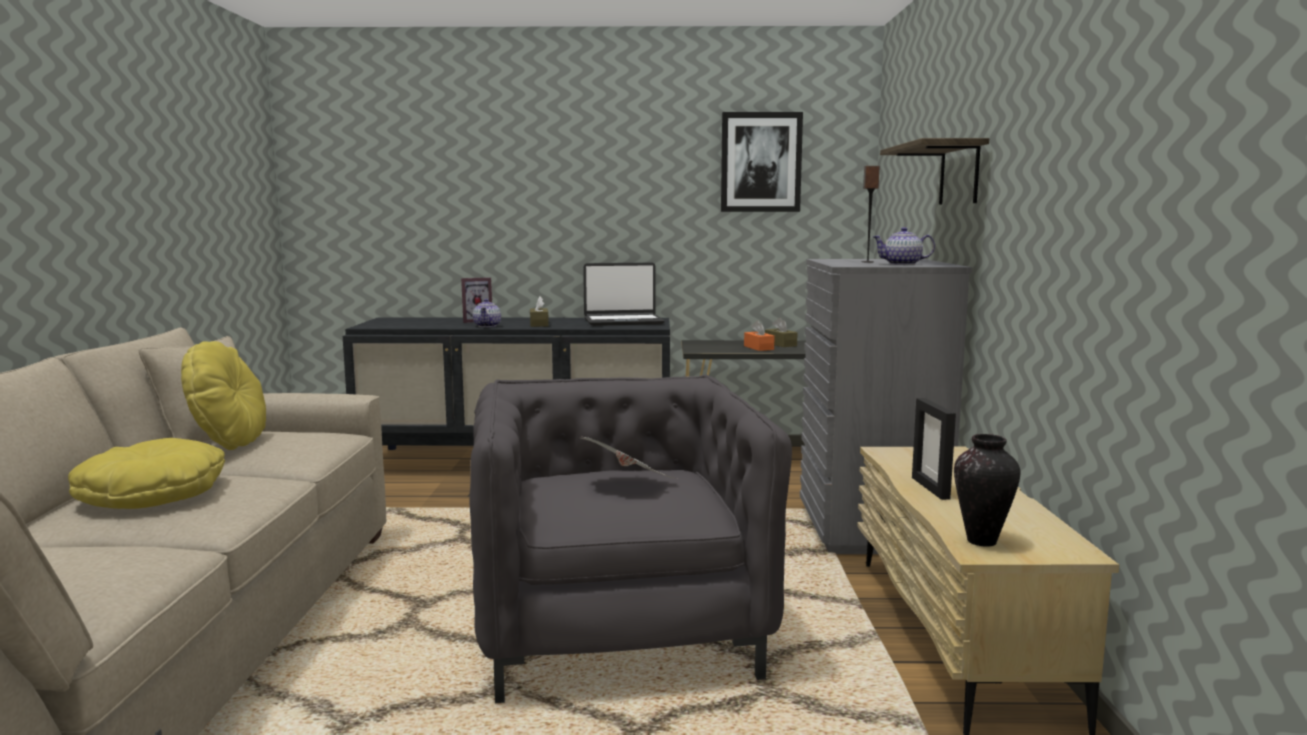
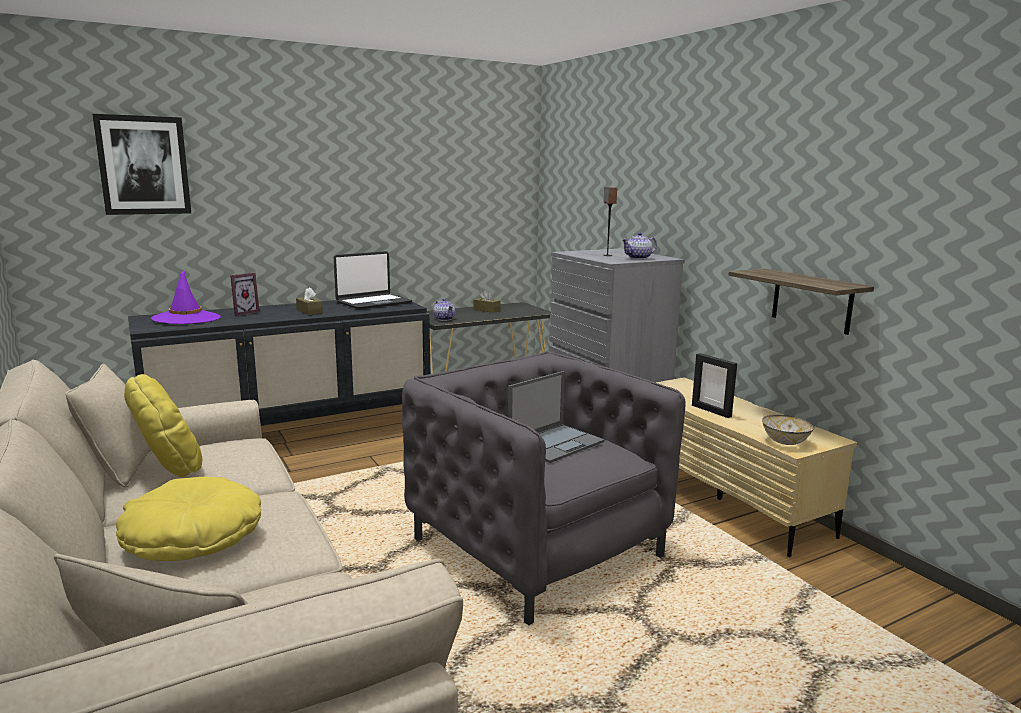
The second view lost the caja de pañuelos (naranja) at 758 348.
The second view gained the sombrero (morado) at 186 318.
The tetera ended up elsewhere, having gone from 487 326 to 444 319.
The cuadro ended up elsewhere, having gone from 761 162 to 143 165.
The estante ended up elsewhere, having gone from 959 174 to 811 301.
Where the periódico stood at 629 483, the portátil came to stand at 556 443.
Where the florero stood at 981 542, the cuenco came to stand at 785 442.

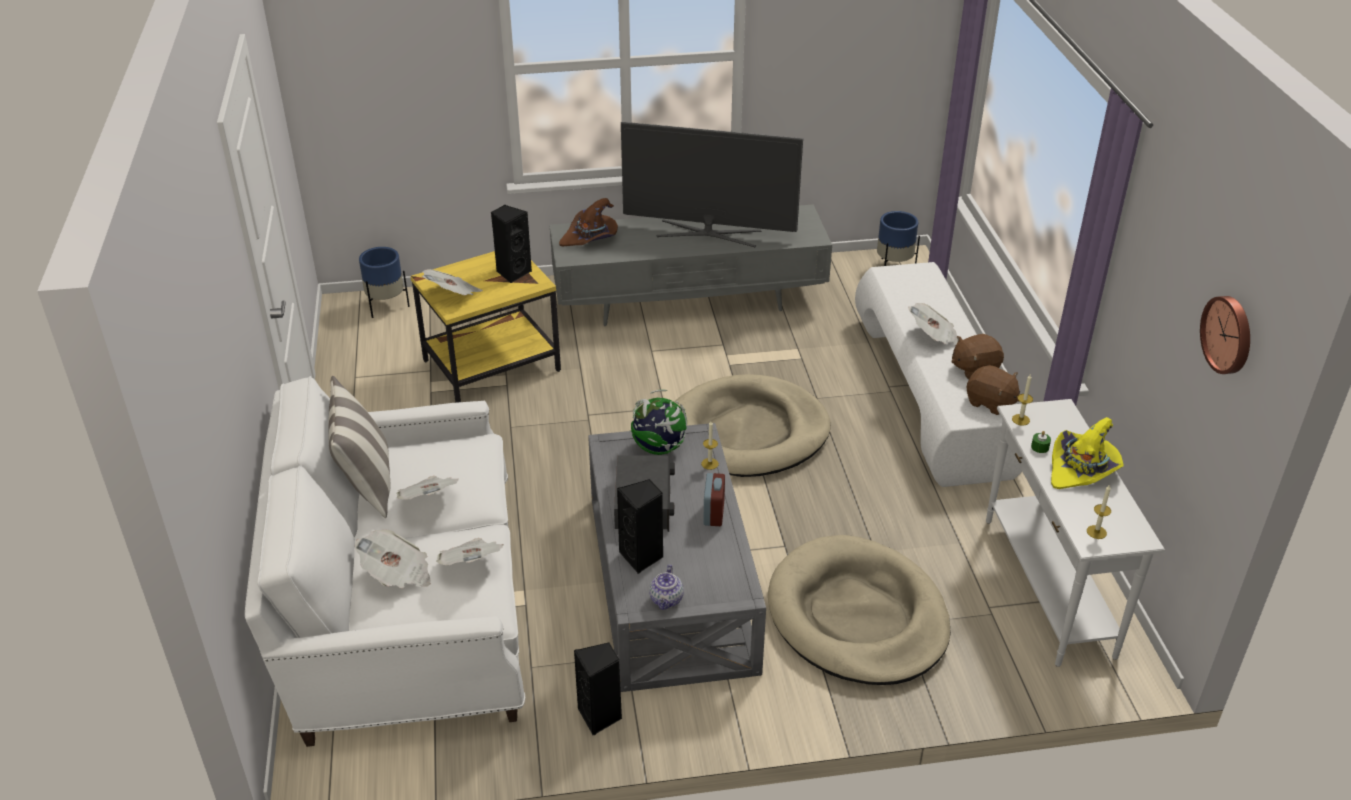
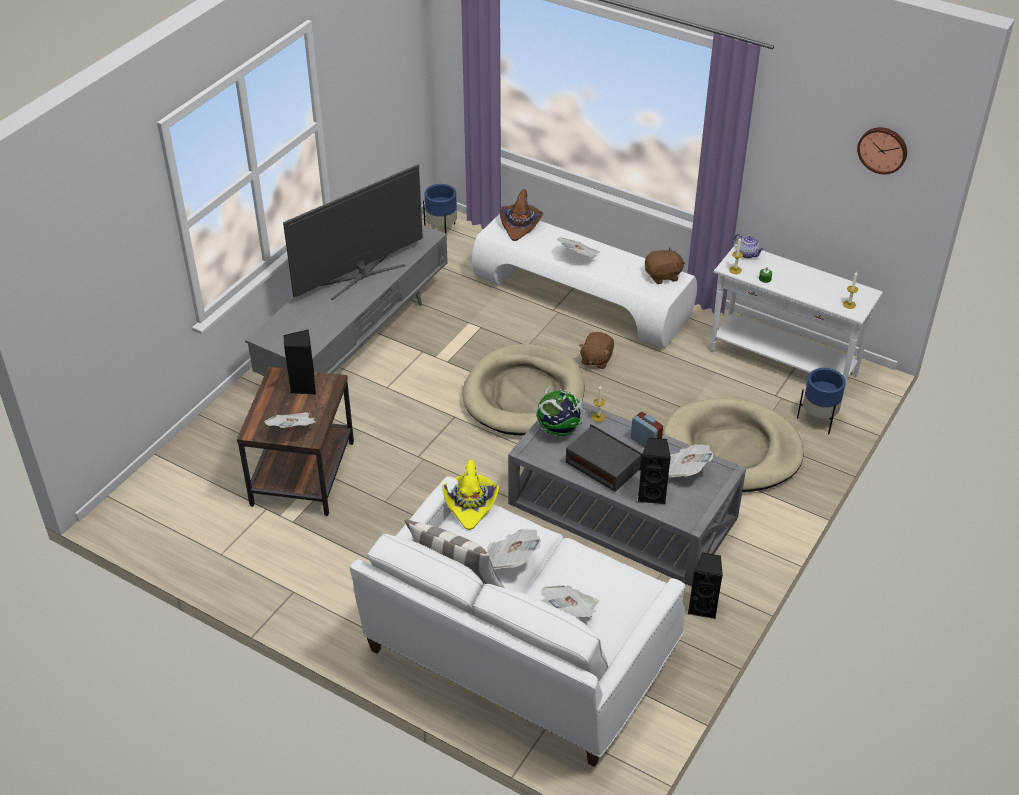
The maceta (azul) ended up elsewhere, having gone from 387 306 to 818 420.
The periódico ended up elsewhere, having gone from 471 564 to 683 470.
The sombrero (marrón) ended up elsewhere, having gone from 590 237 to 520 225.
The tetera ended up elsewhere, having gone from 666 600 to 748 254.
The peluche (marrón) ended up elsewhere, having gone from 974 369 to 596 359.
The sombrero (amarillo) ended up elsewhere, having gone from 1082 469 to 471 503.
What was the mesa auxiliar (amarillo) at 492 367 turned into the mesa auxiliar (marrón) at 304 474.

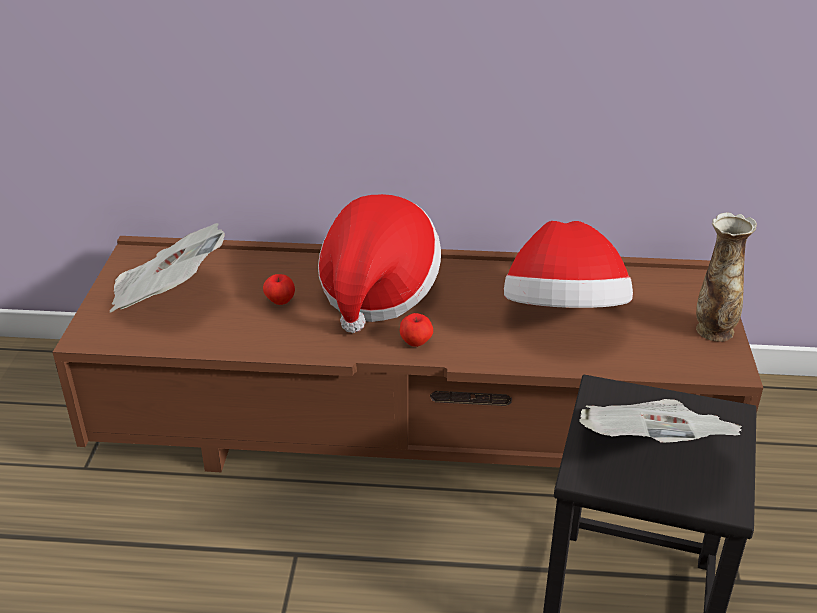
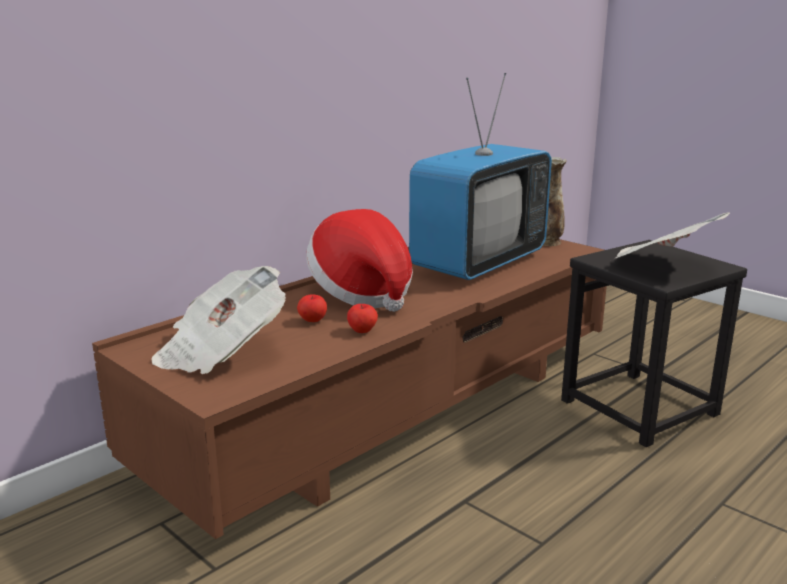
The manzana ended up elsewhere, having gone from 416 342 to 362 330.
Where the sombrero stood at 563 316, the televisor came to stand at 478 263.

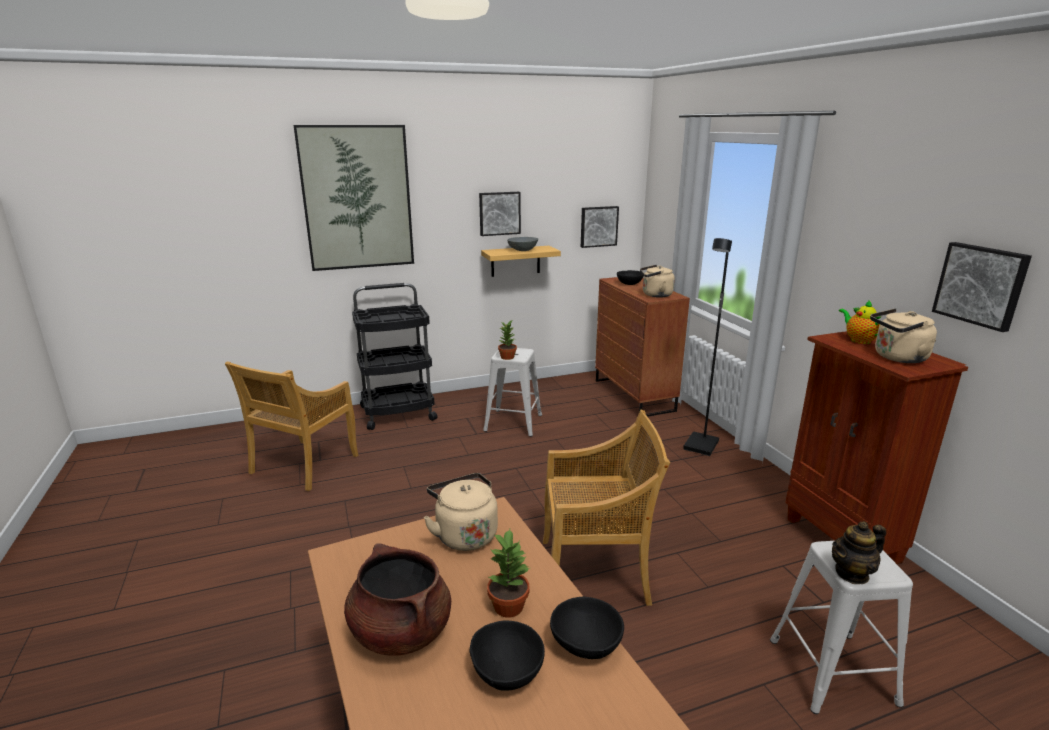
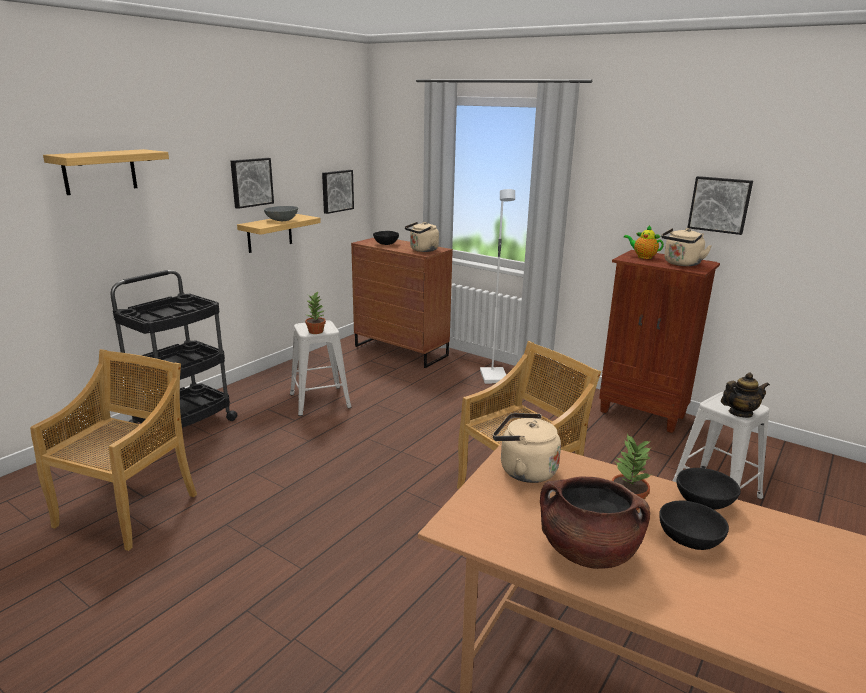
Where the cuadro hung at 357 198, the estante came to hang at 99 171.
What was the lámpara de pie (negro) at 702 446 turned into the lámpara de pie (blanco) at 494 377.
The silla (beis) at 303 465 ended up facing another way, 150 degrees counterclockwise from before.
The tetera at 852 573 ended up facing another way, 135 degrees counterclockwise from before.

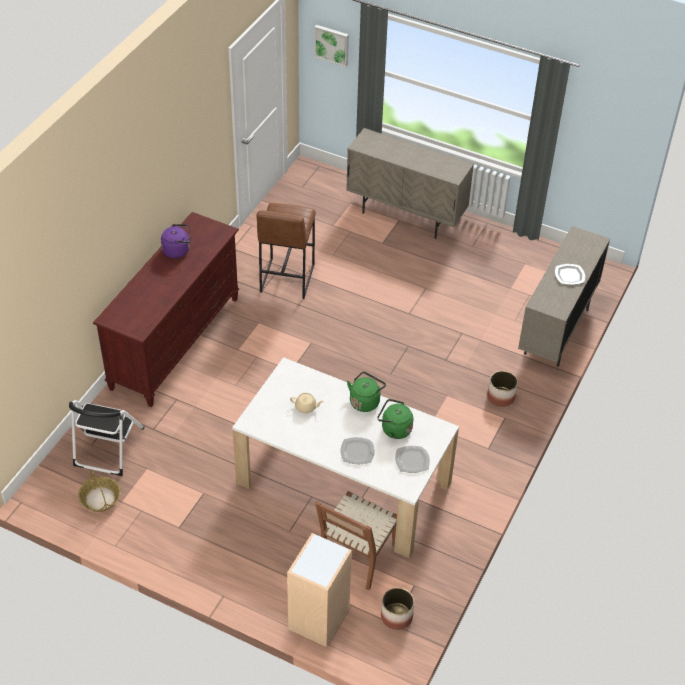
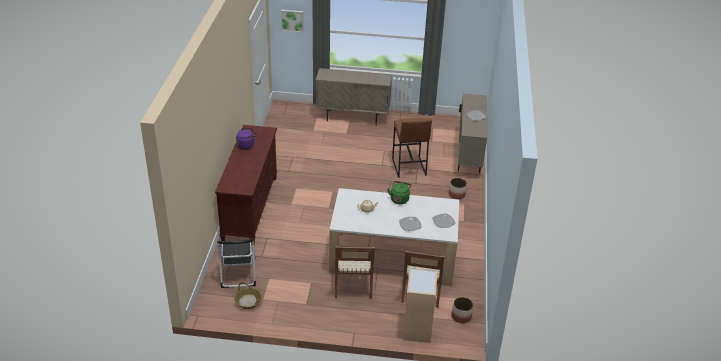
The second view lost the hervidor (verde) at 394 429.
The second view gained the silla at 353 286.
The taburete (marrón) ended up elsewhere, having gone from 287 279 to 409 167.

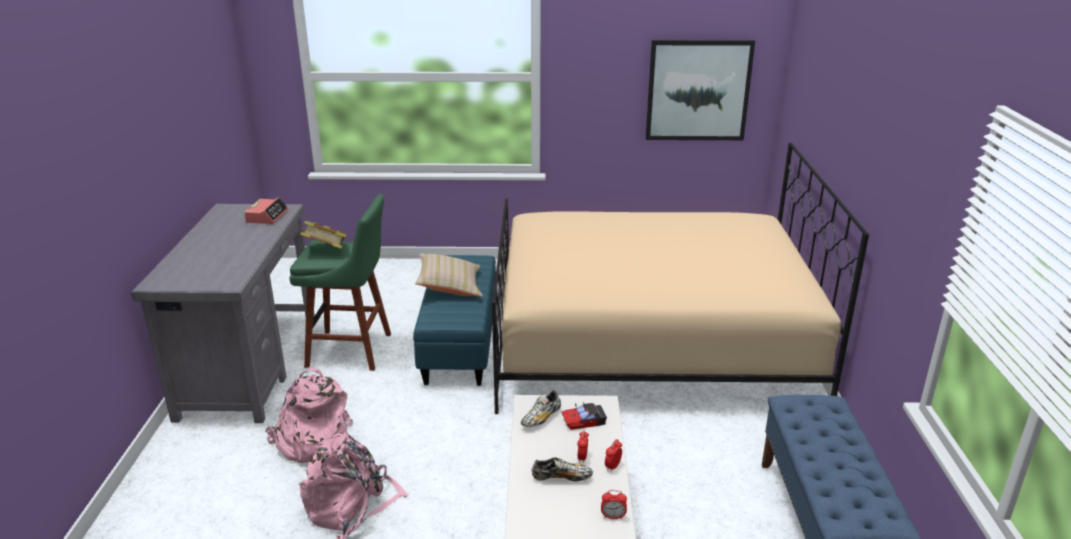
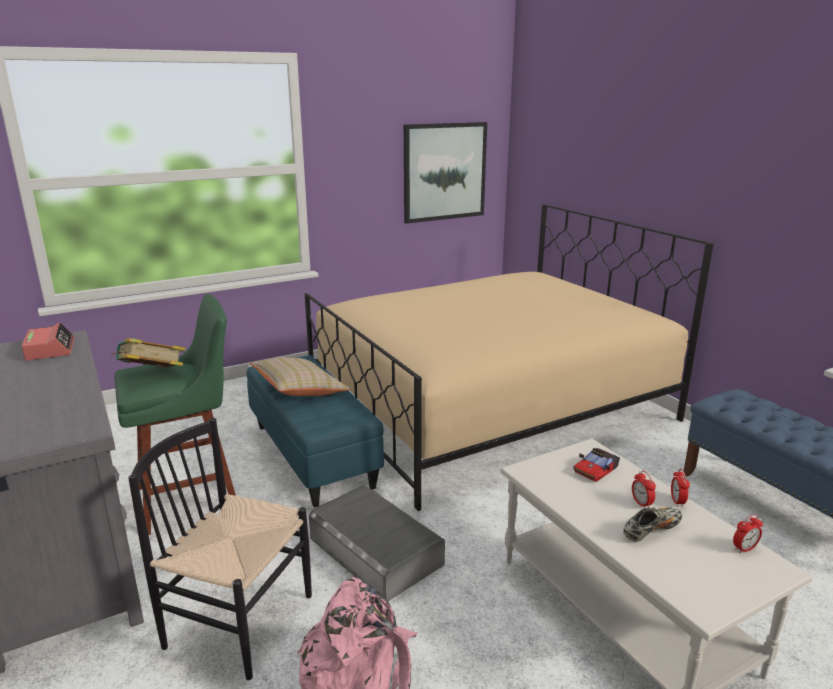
The second view lost the zapato at 541 418.
The second view gained the caja de almacenaje (gris) at 375 550.
Where the mochila (rosa) stood at 312 441, the silla (negro) came to stand at 234 619.

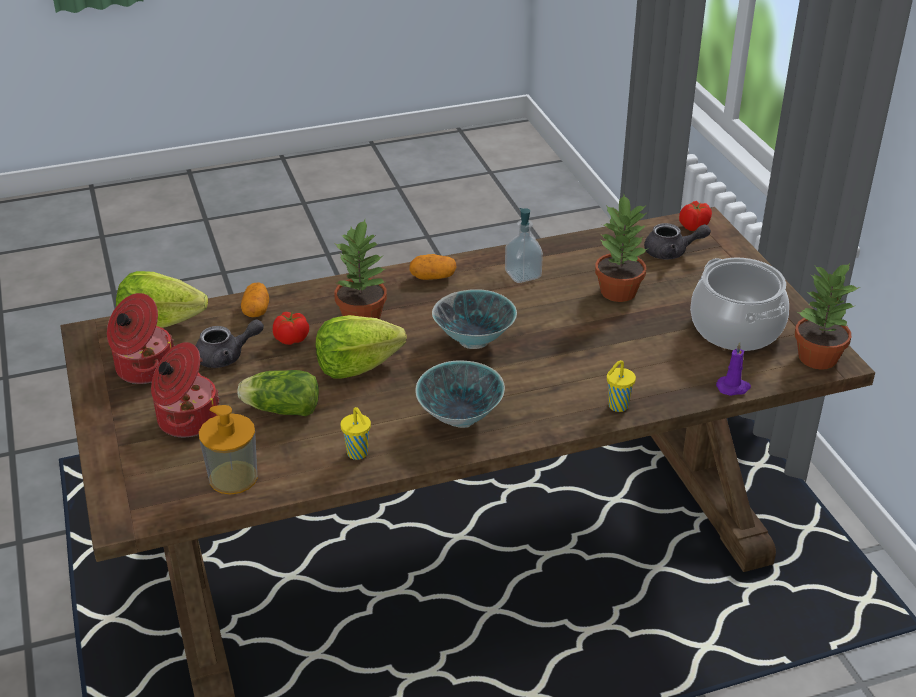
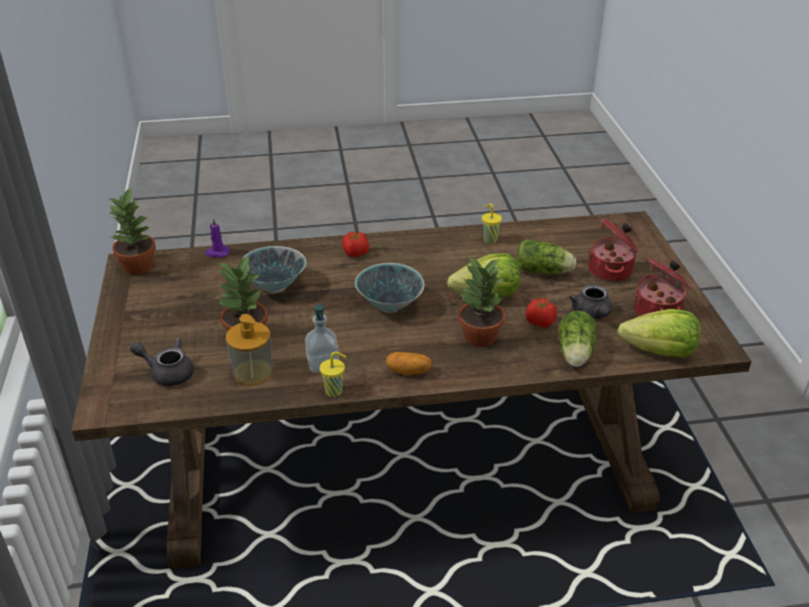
The second view lost the olla at 736 328.
The dispensador de jabón ended up elsewhere, having gone from 233 477 to 253 372.
The cuenco ended up elsewhere, having gone from 460 417 to 274 287.
The taza (amarillo) ended up elsewhere, having gone from 617 406 to 335 391.
The tomate ended up elsewhere, having gone from 693 227 to 356 253.
Where the patata stood at 256 310, the lechuga came to stand at 575 354.
The tetera (gris) at 227 356 ended up facing another way, 90 degrees counterclockwise from before.

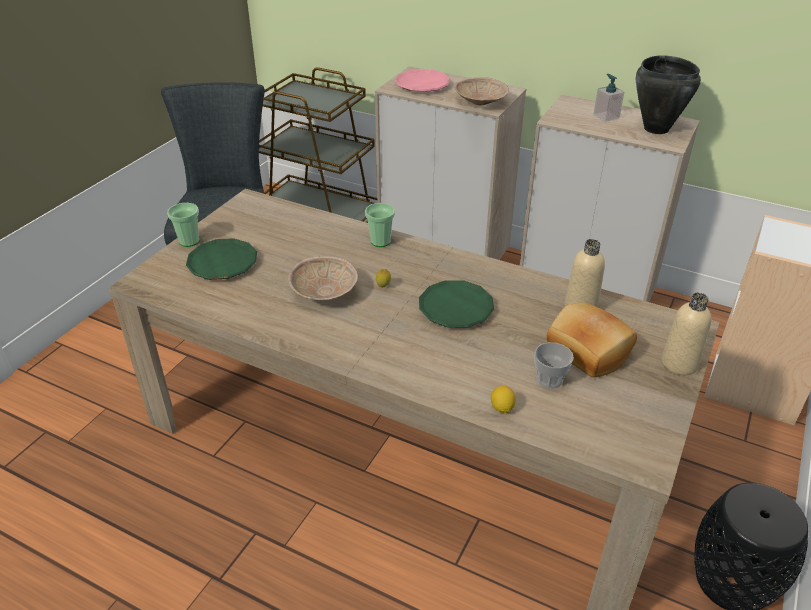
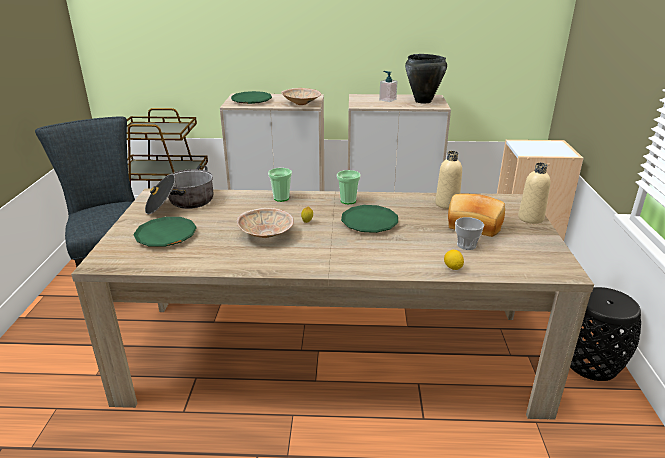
The second view gained the olla at 181 203.
The taza ended up elsewhere, having gone from 189 241 to 348 201.
What was the plato (rosa) at 422 85 turned into the plato (verde) at 251 100.

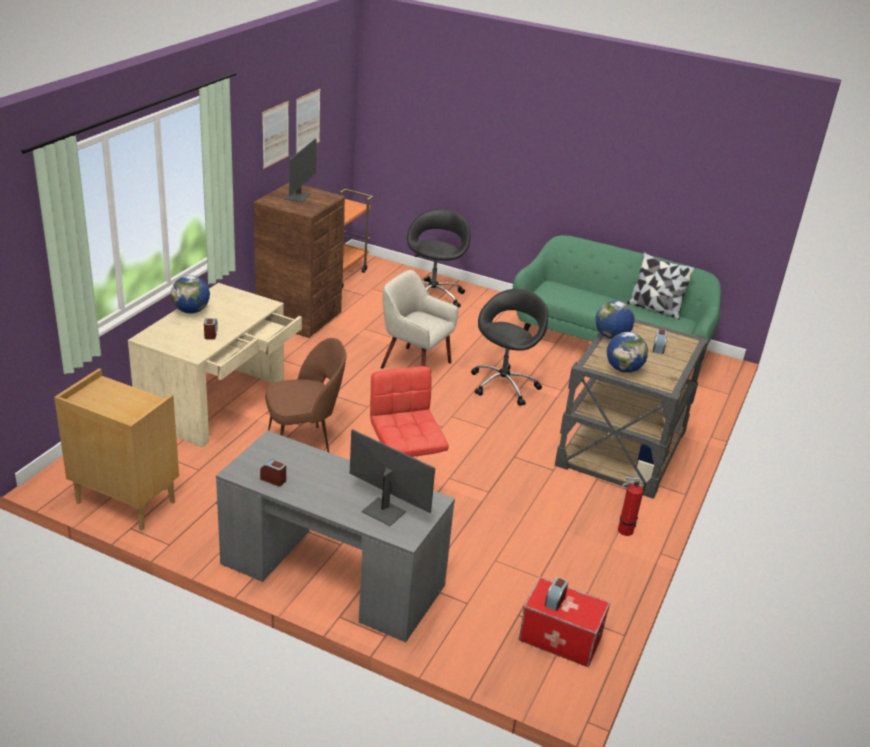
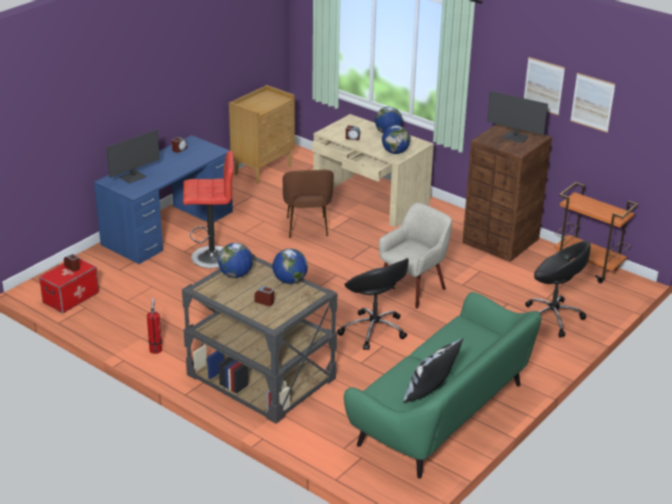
The second view gained the globo terráqueo at 395 152.
What was the escritorio (gris) at 332 574 turned into the escritorio (azul) at 169 228.

